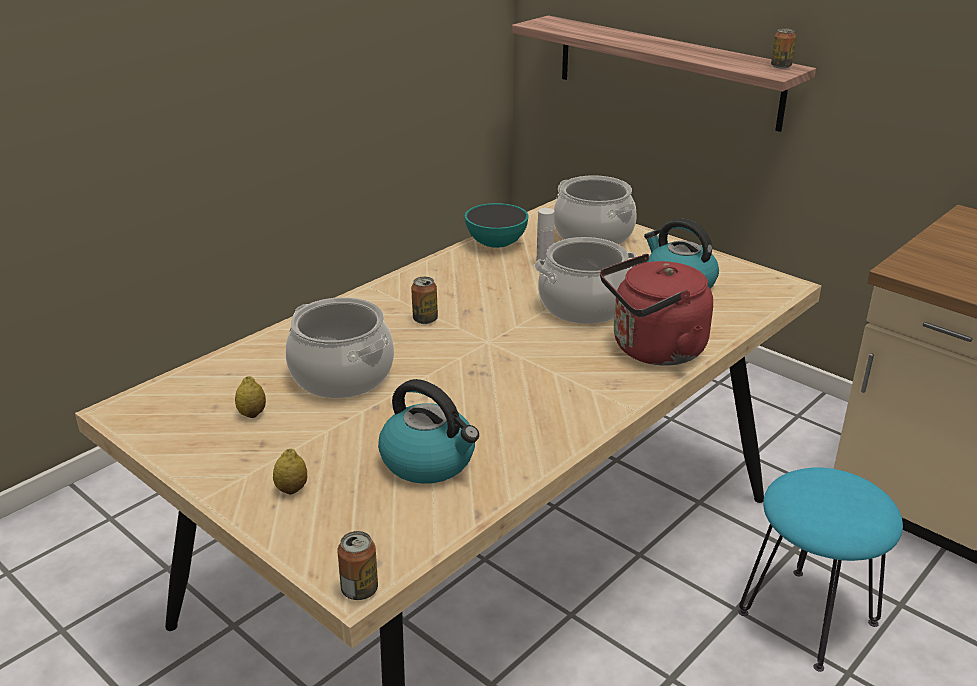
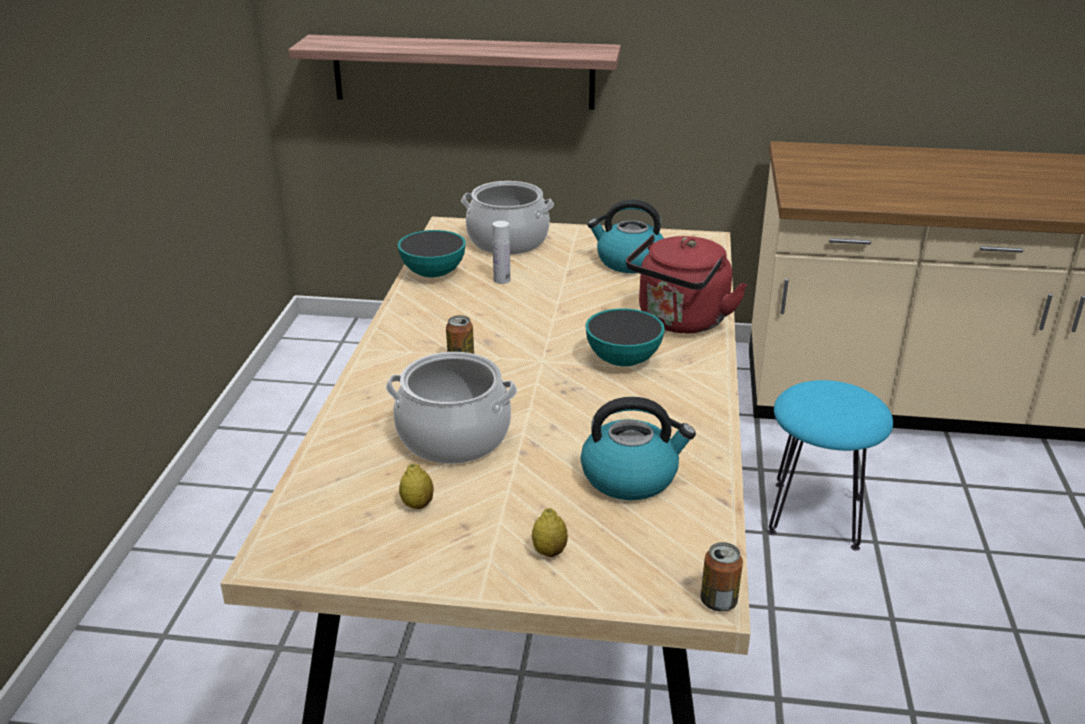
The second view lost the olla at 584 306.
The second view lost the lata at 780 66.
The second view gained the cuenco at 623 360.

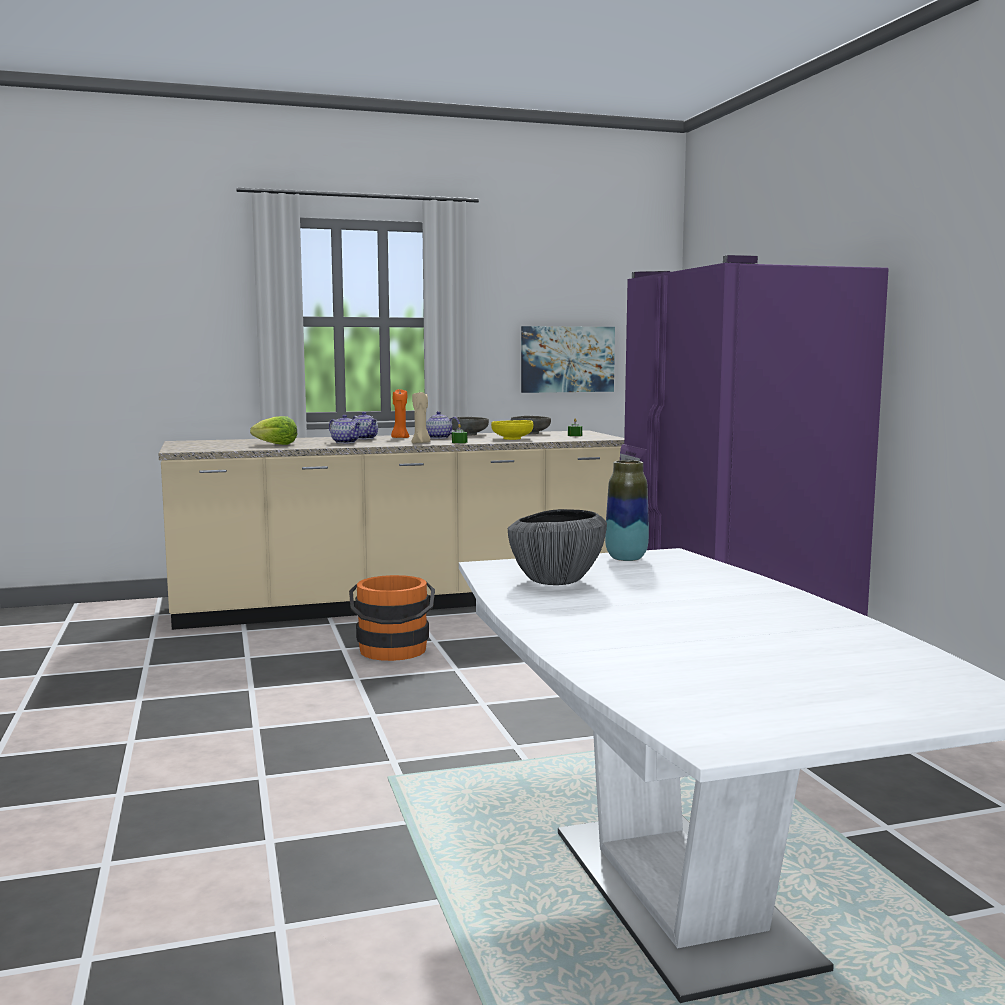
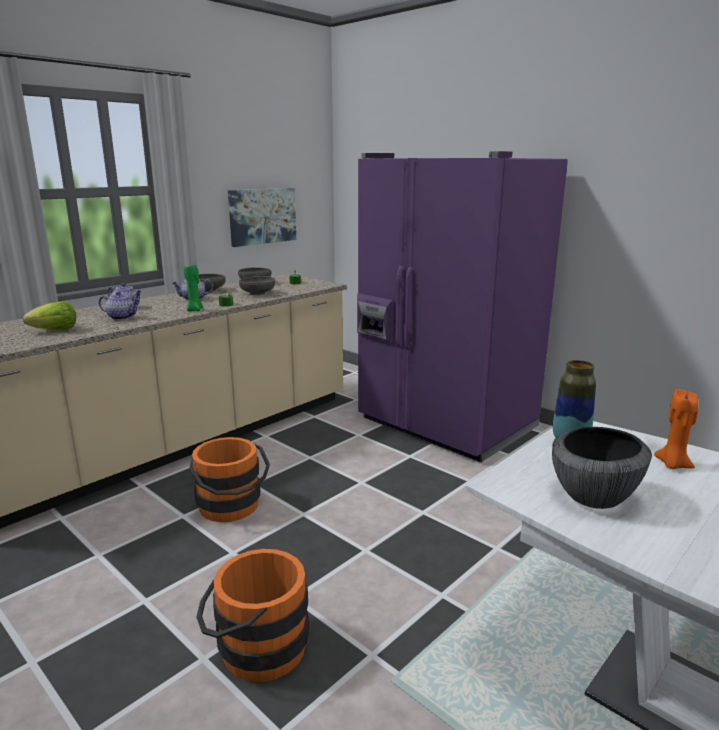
The second view gained the cubo (naranja) at 255 649.
The vela (naranja) ended up elsewhere, having gone from 400 438 to 672 465.
What was the vela (beis) at 421 443 turned into the vela (verde) at 195 310.
What was the cuenco (amarillo) at 512 438 turned into the cuenco (gris) at 258 293.

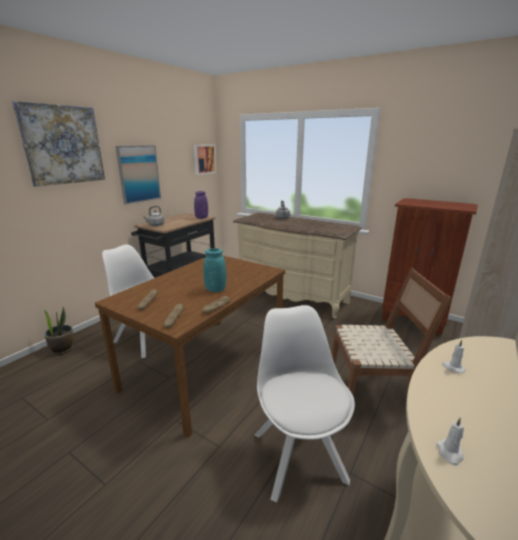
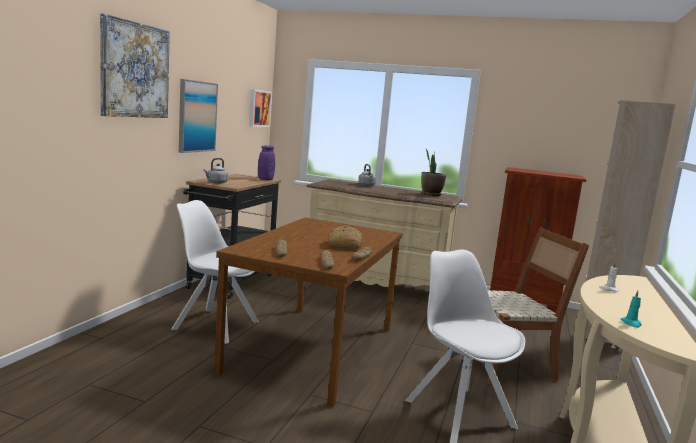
The planta en maceta ended up elsewhere, having gone from 62 349 to 431 194.
Where the florero (turquesa) stood at 215 289, the pan came to stand at 344 245.
What was the vela (blanco) at 450 453 turned into the vela (turquesa) at 631 323.

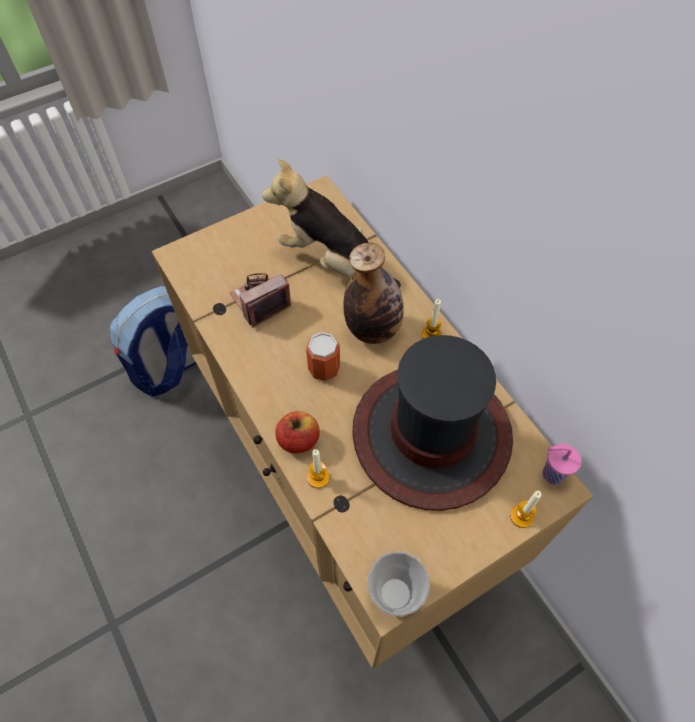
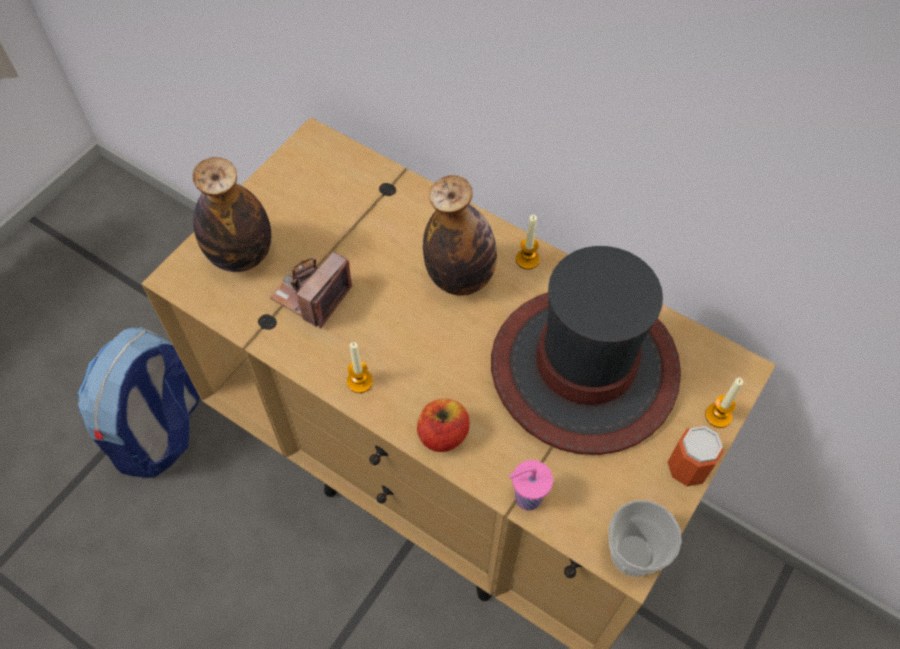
The second view lost the peluche at 332 261.
The second view gained the botella at 241 255.
The lata ended up elsewhere, having gone from 324 369 to 687 468.
The vela ended up elsewhere, having gone from 318 477 to 359 381.
The taza (rosa) ended up elsewhere, having gone from 551 474 to 526 498.

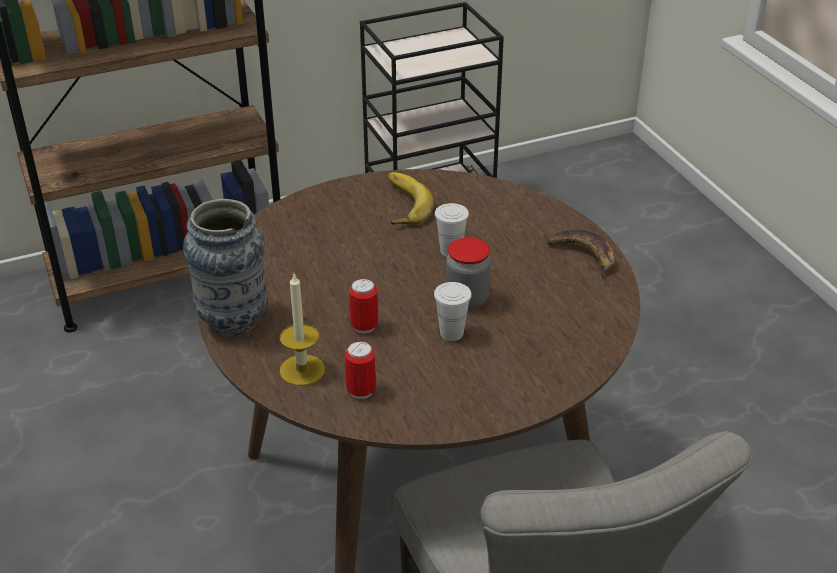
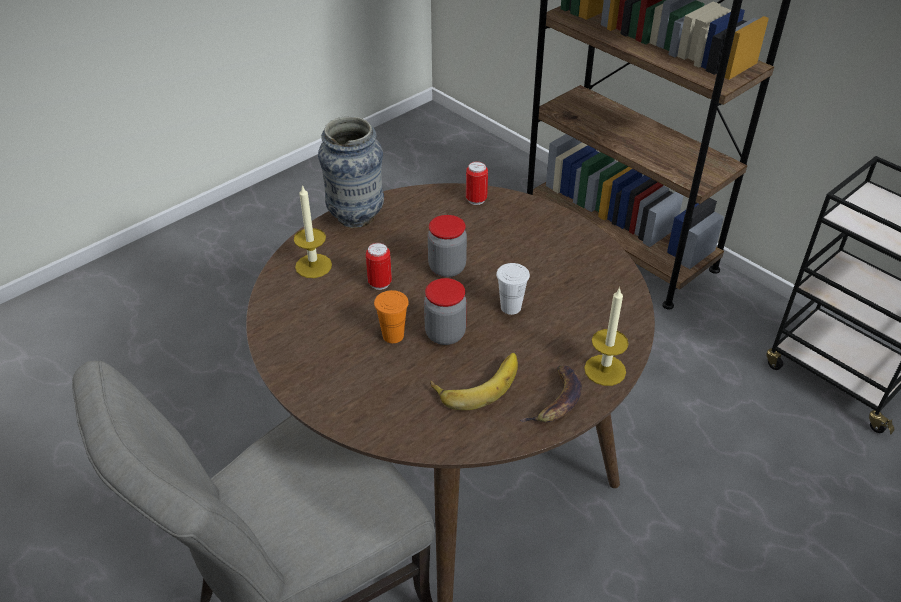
The second view gained the tarro at 447 268.
The second view gained the vela at 605 370.
The lata ended up elsewhere, having gone from 361 391 to 476 200.
The plátano ended up elsewhere, having gone from 401 205 to 476 382.
What was the taza (blanco) at 451 333 turned into the taza (naranja) at 393 335.

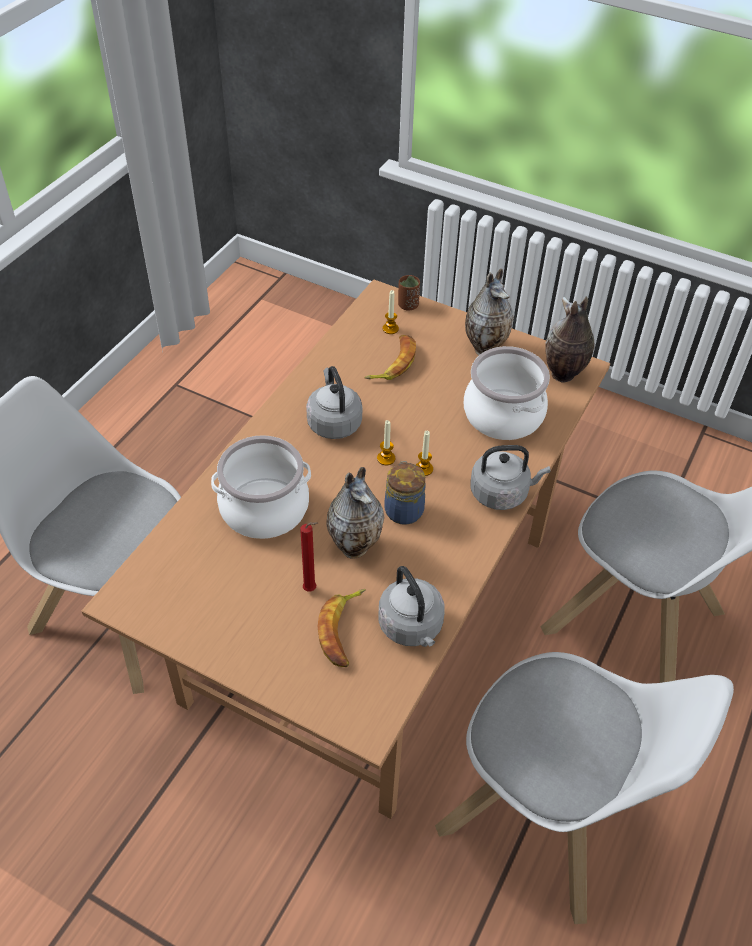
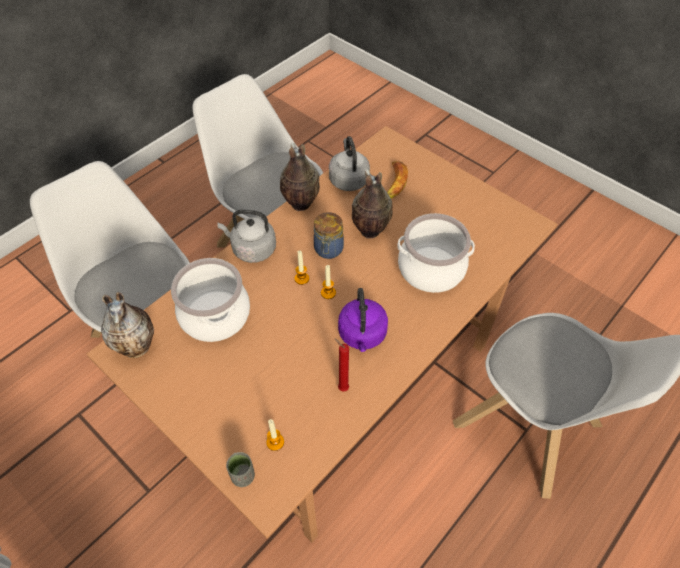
The second view lost the plátano at 393 362.
The vela (rojo) ended up elsewhere, having gone from 311 590 to 341 387.
The florero ended up elsewhere, having gone from 486 347 to 300 204.
What was the hervidor (gris) at 333 422 turned into the hervidor (morado) at 362 335.
What was the taza (marrón) at 408 305 turned into the taza (gris) at 243 476.

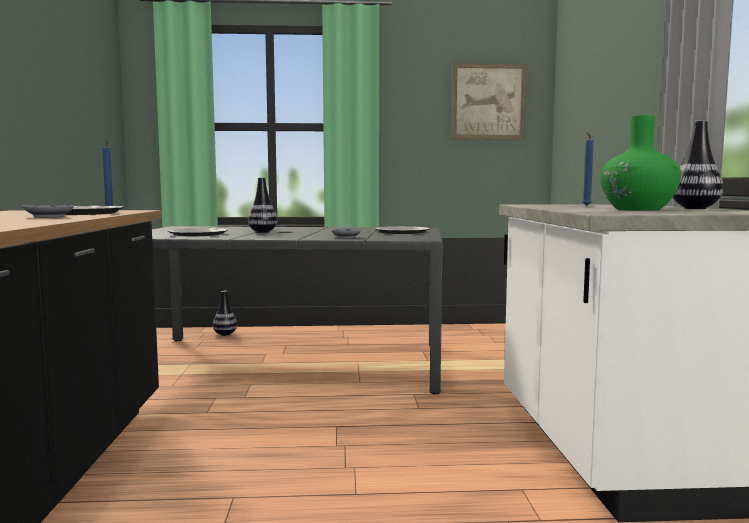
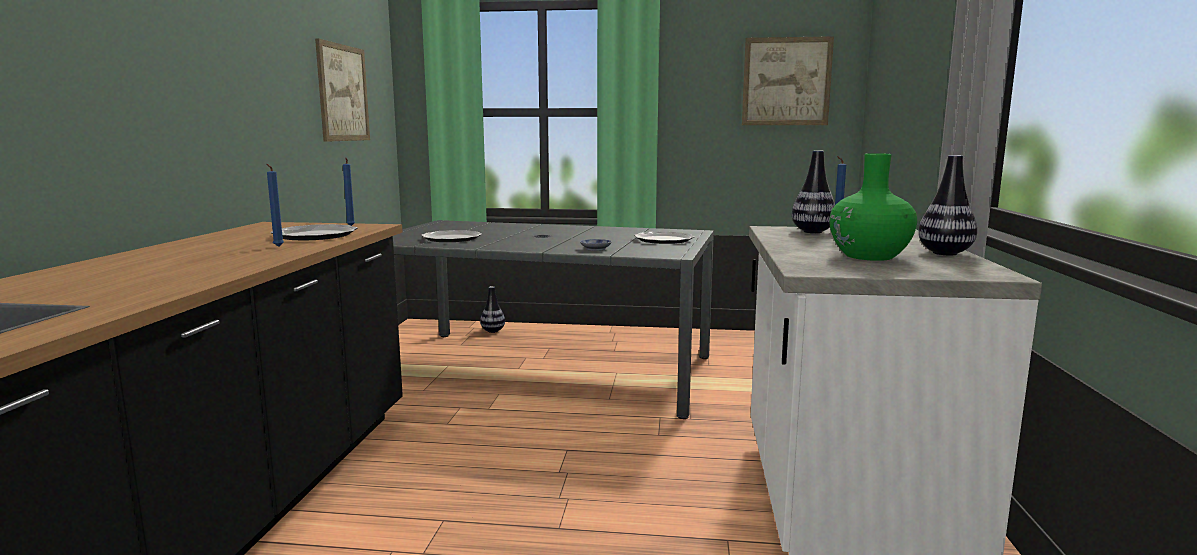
The second view gained the cuadro at 343 93.
The florero ended up elsewhere, having gone from 263 232 to 813 232.
Where the cuenco stood at 47 217, the vela (azul) came to stand at 277 247.

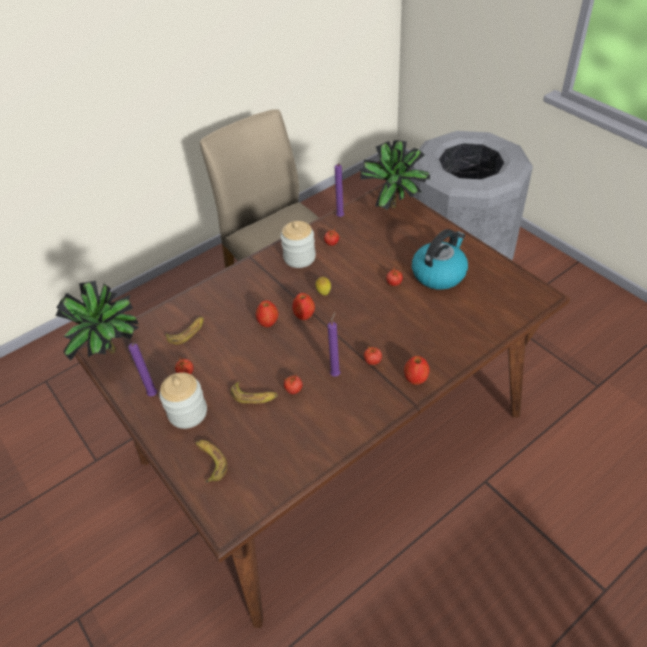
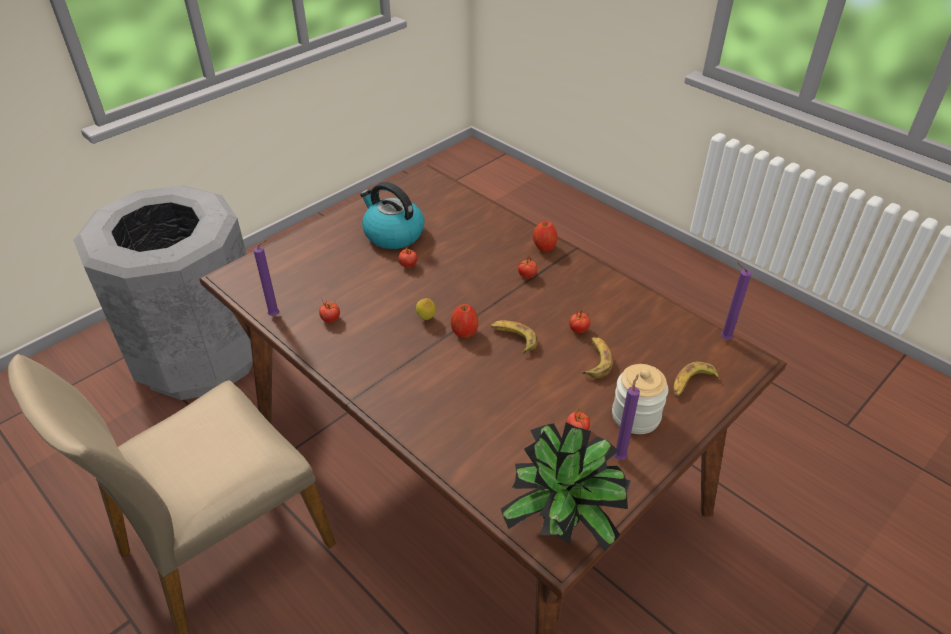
The second view lost the manzana at 268 323.
The second view lost the tarro at 299 257.
The second view lost the planta en maceta at 396 209.
The plátano ended up elsewhere, having gone from 187 332 to 513 339.
The vela (morado) ended up elsewhere, having gone from 336 374 to 723 338.

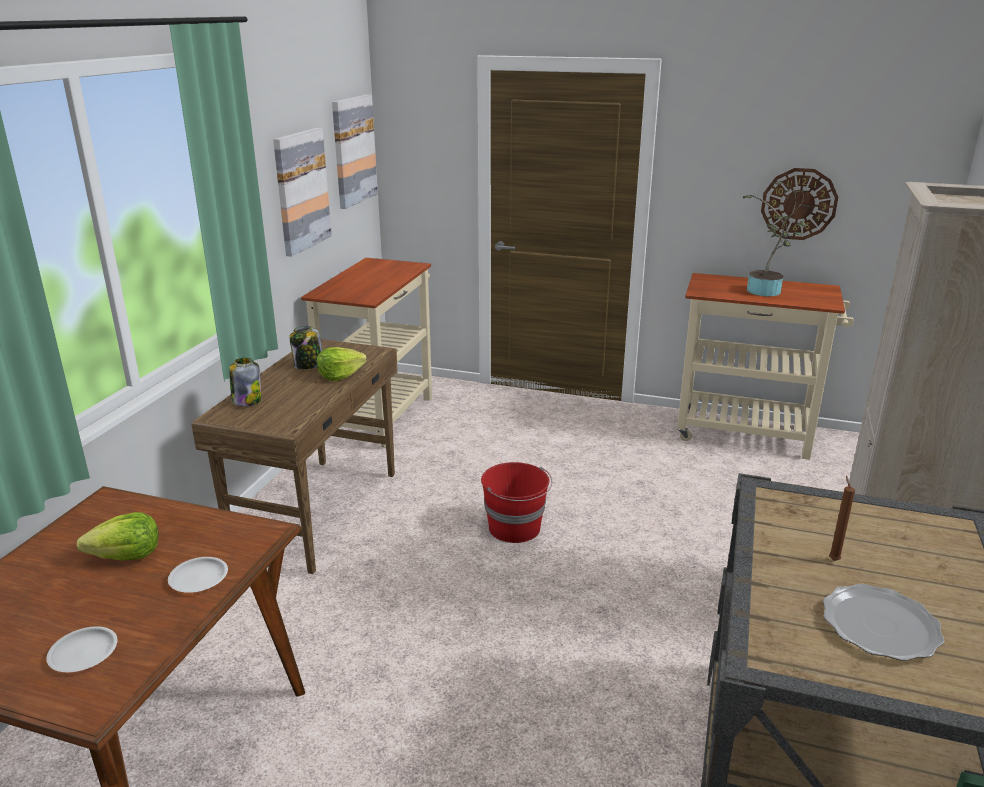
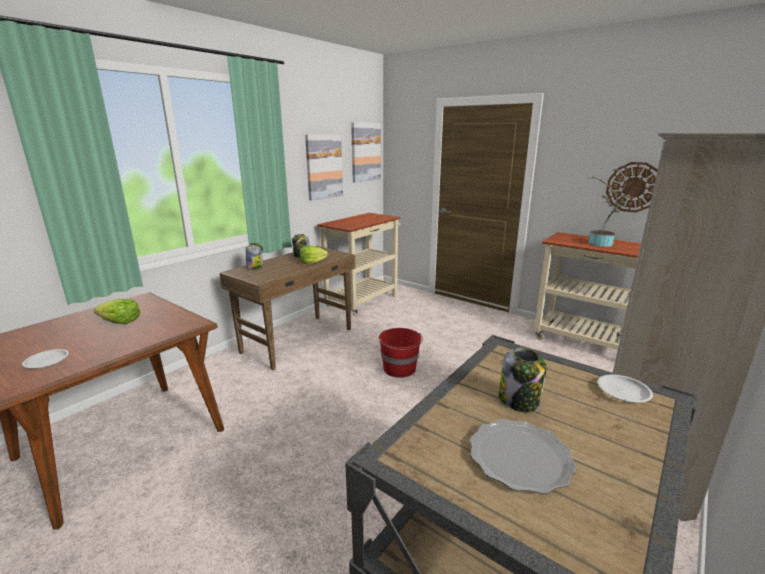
The plato (blanco) ended up elsewhere, having gone from 199 578 to 623 391.
Where the vela (marrón) stood at 833 559, the tarro came to stand at 519 401.

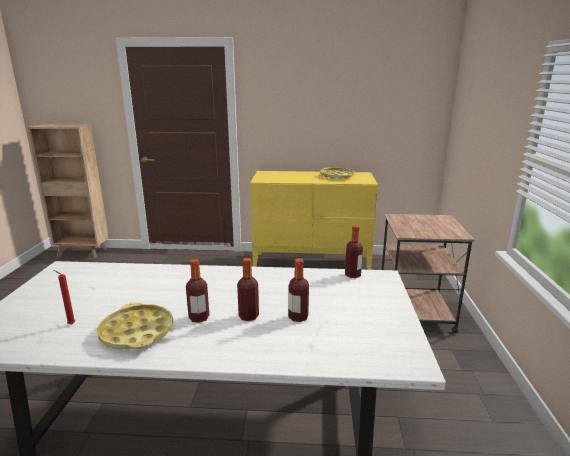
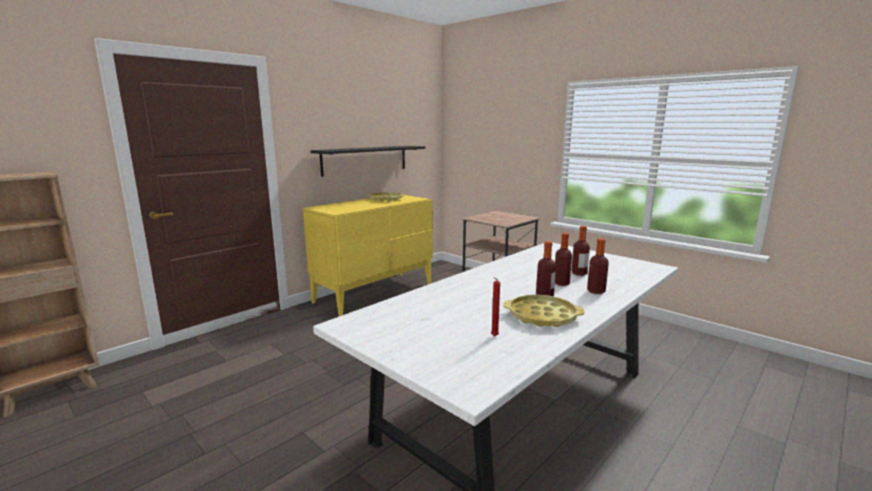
The second view gained the estante (negro) at 365 160.
The botella ended up elsewhere, having gone from 352 275 to 596 291.

